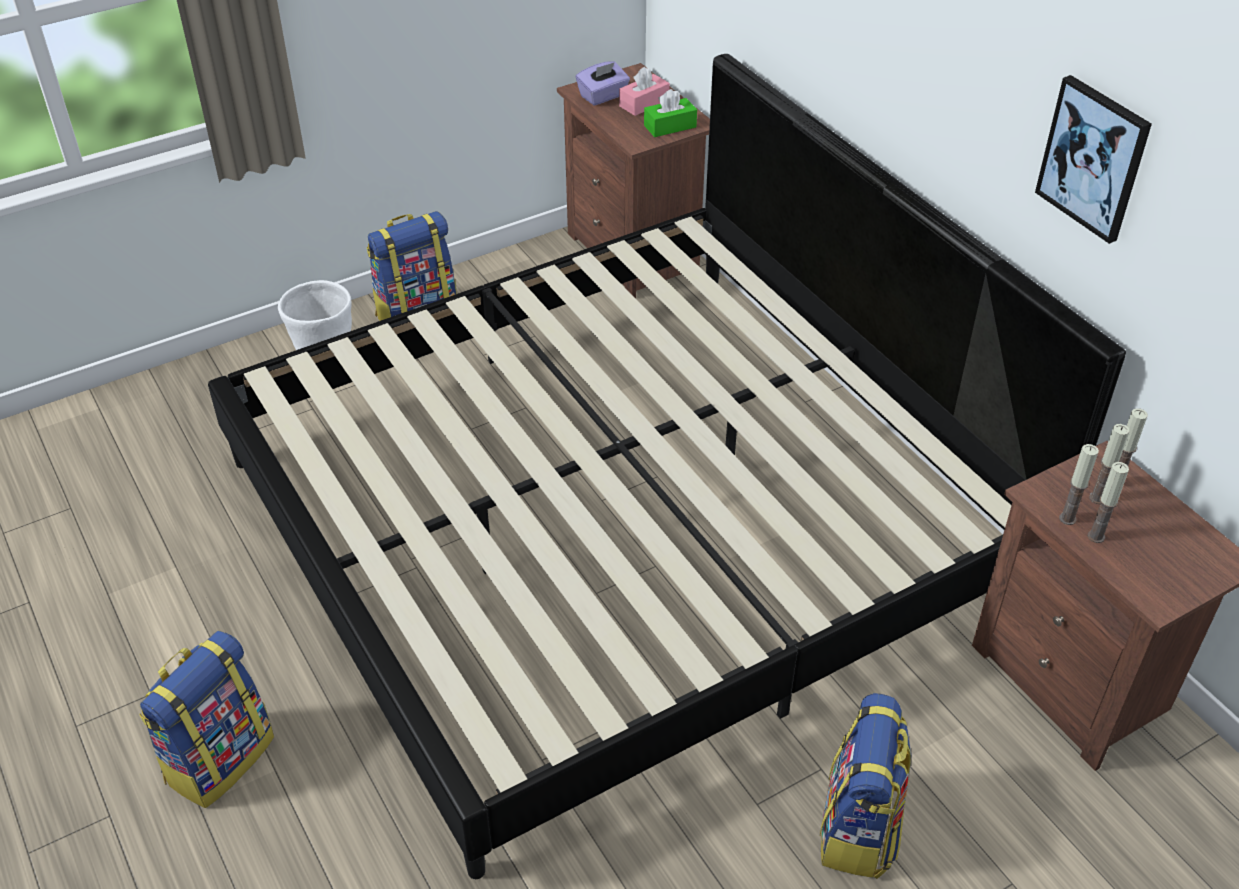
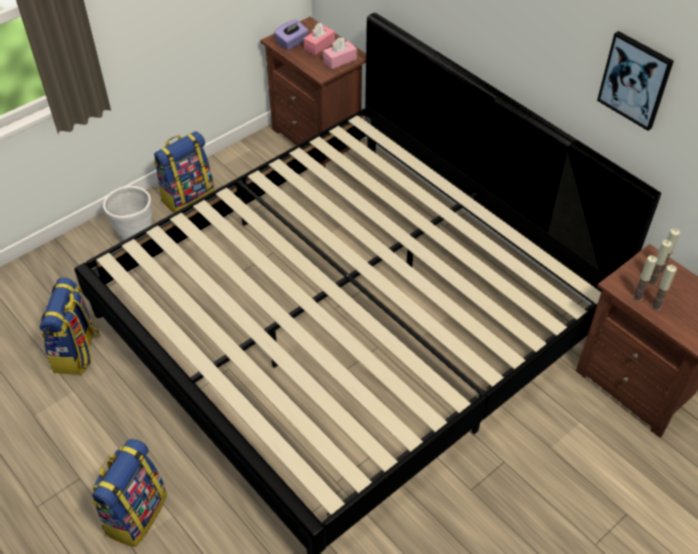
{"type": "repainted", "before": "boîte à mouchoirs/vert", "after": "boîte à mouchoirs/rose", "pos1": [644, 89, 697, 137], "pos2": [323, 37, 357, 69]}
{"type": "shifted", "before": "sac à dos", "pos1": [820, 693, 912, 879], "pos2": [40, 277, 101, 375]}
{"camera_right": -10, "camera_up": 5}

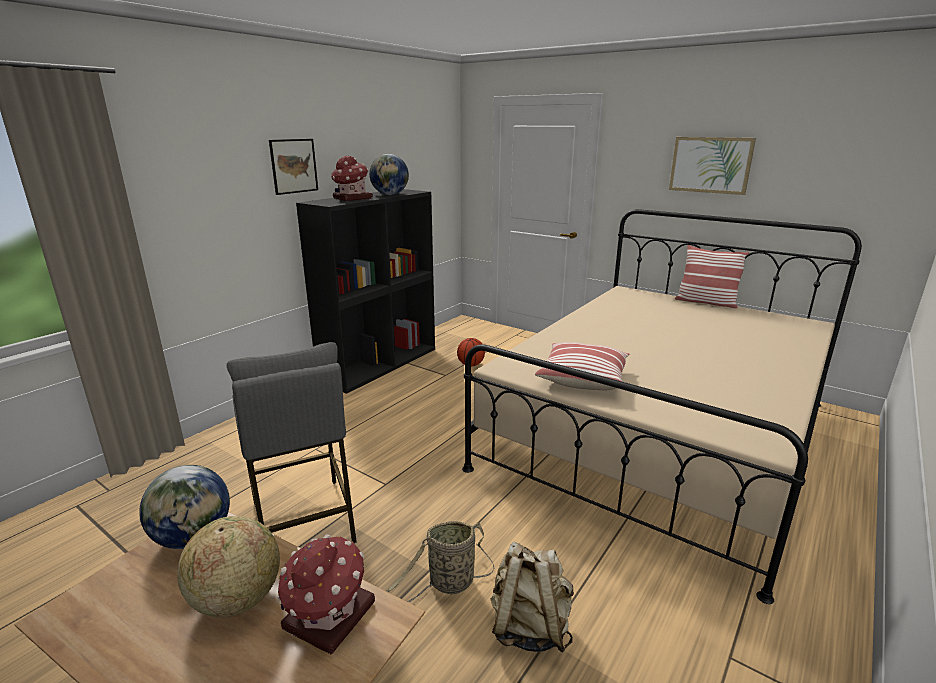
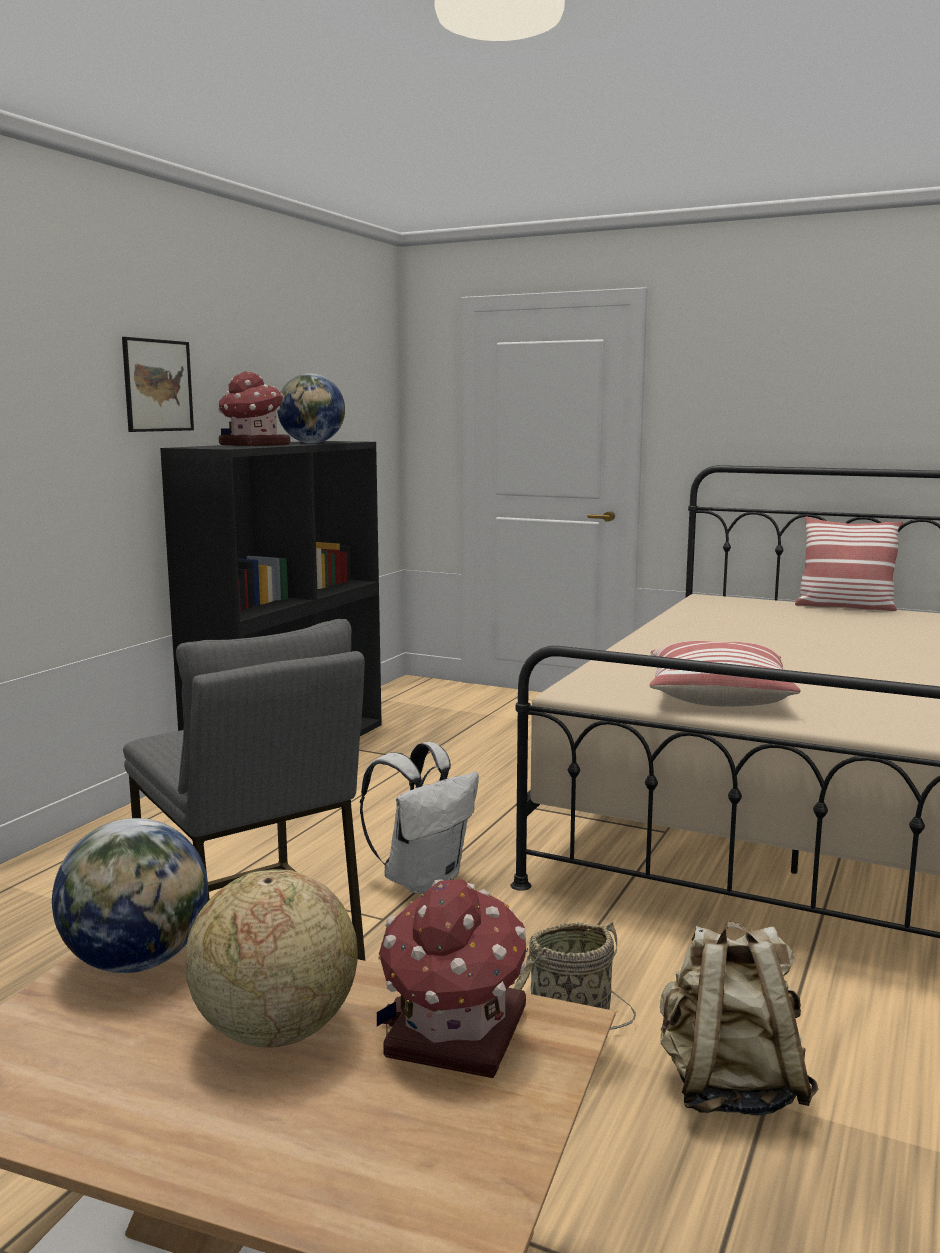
{"type": "gone", "before": "ballon de basket", "pos1": [457, 338, 485, 366]}
{"type": "gone", "before": "tableau", "pos1": [669, 137, 756, 195]}
{"type": "new", "after": "sac à dos/blanc", "pos2": [360, 742, 479, 894]}
{"camera_right": -10, "camera_up": -10}

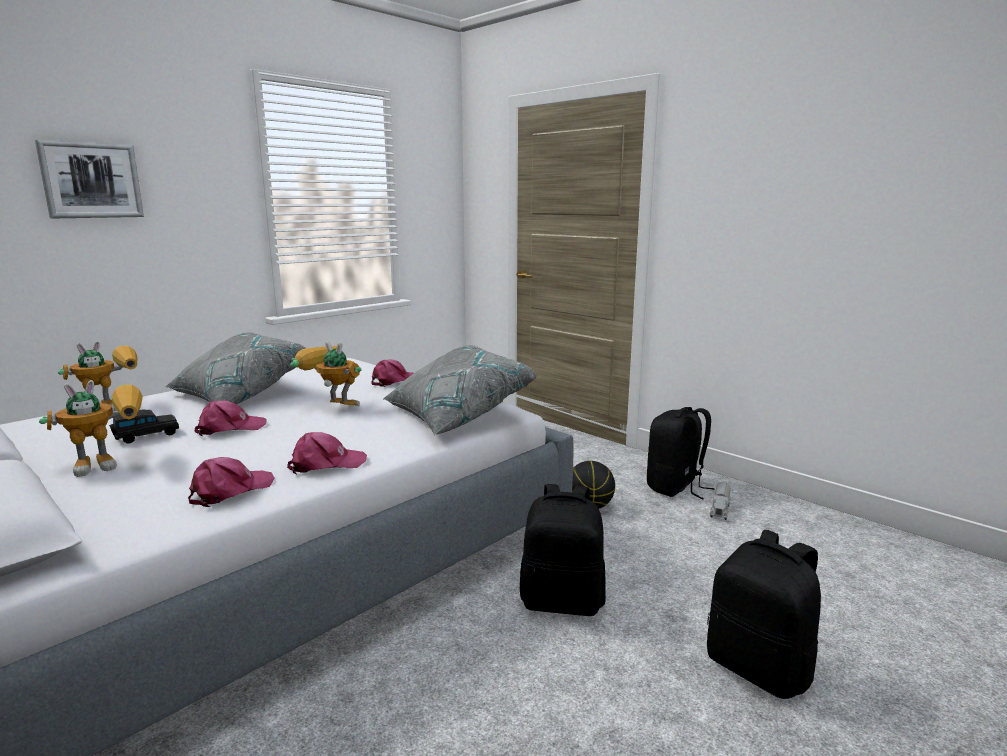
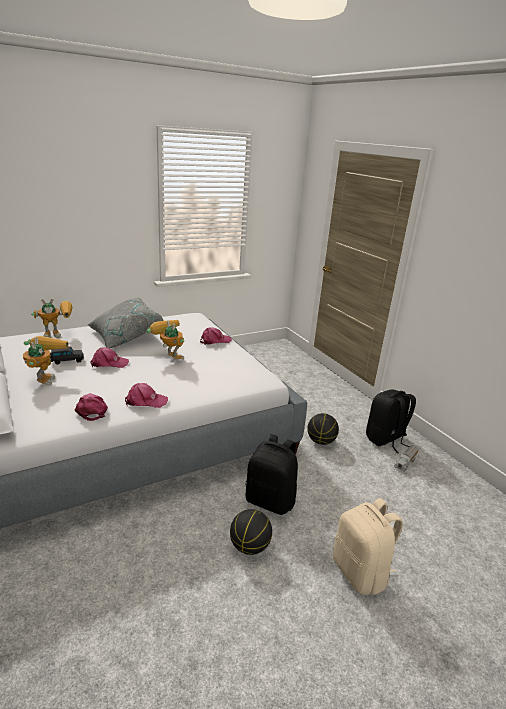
{"type": "gone", "before": "tableau", "pos1": [35, 140, 144, 218]}
{"type": "rotated", "before": "robot jouet", "pos1": [39, 380, 143, 477], "pos2": [23, 336, 69, 386], "turn": -75}
{"type": "rotated", "before": "casquette/rose", "pos1": [188, 457, 275, 507], "pos2": [74, 393, 108, 421], "turn": -75}
{"type": "gone", "before": "coussin/gris", "pos1": [383, 345, 537, 435]}
{"type": "repainted", "before": "sac à dos/noir", "after": "sac à dos/beige", "pos1": [707, 530, 821, 699], "pos2": [333, 498, 403, 595]}
{"type": "new", "after": "ballon de basket", "pos2": [230, 509, 272, 555]}
{"camera_right": 15, "camera_up": 10}

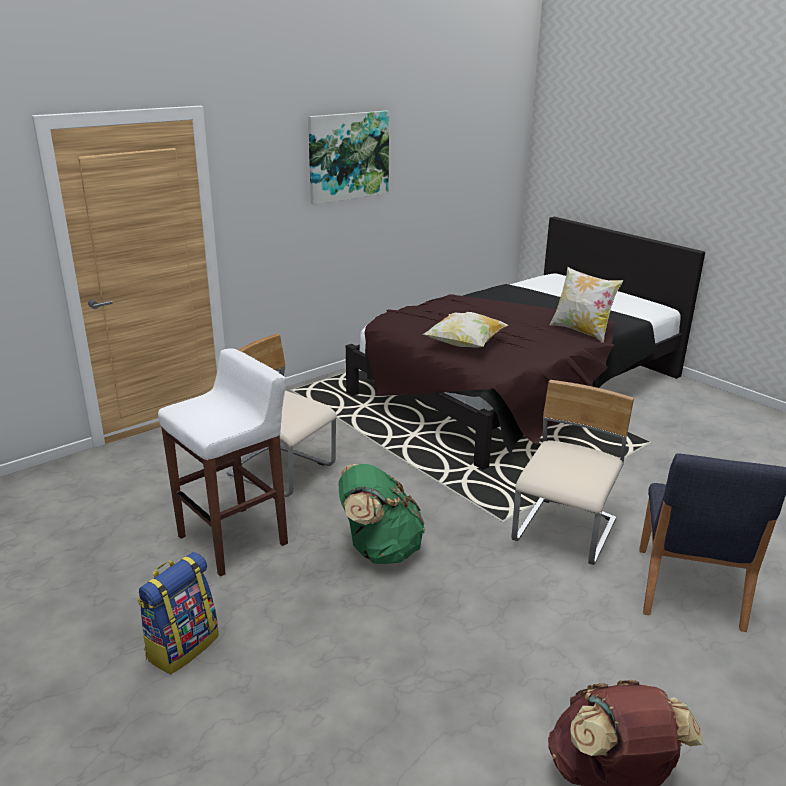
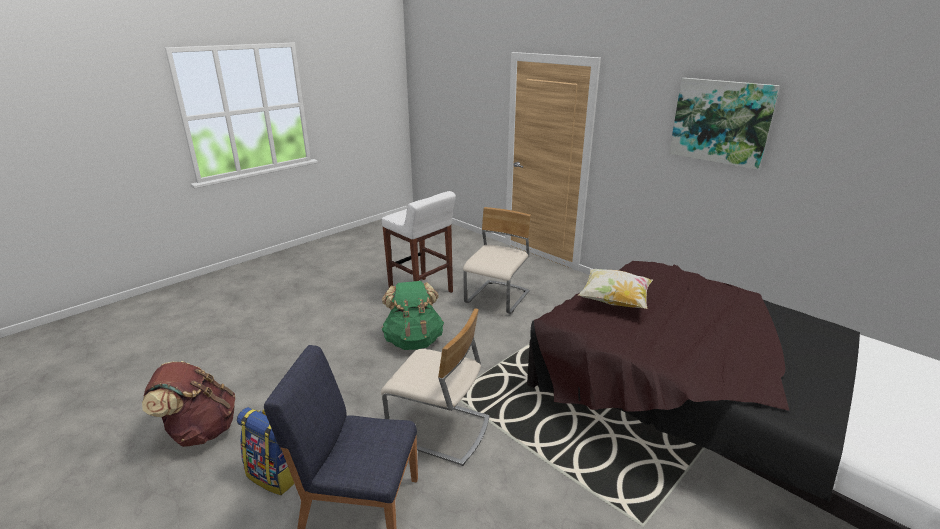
{"type": "shifted", "before": "sac à dos", "pos1": [137, 552, 219, 675], "pos2": [237, 407, 295, 495]}
{"type": "gone", "before": "coussin", "pos1": [550, 267, 623, 343]}
{"camera_right": 85, "camera_up": 0}

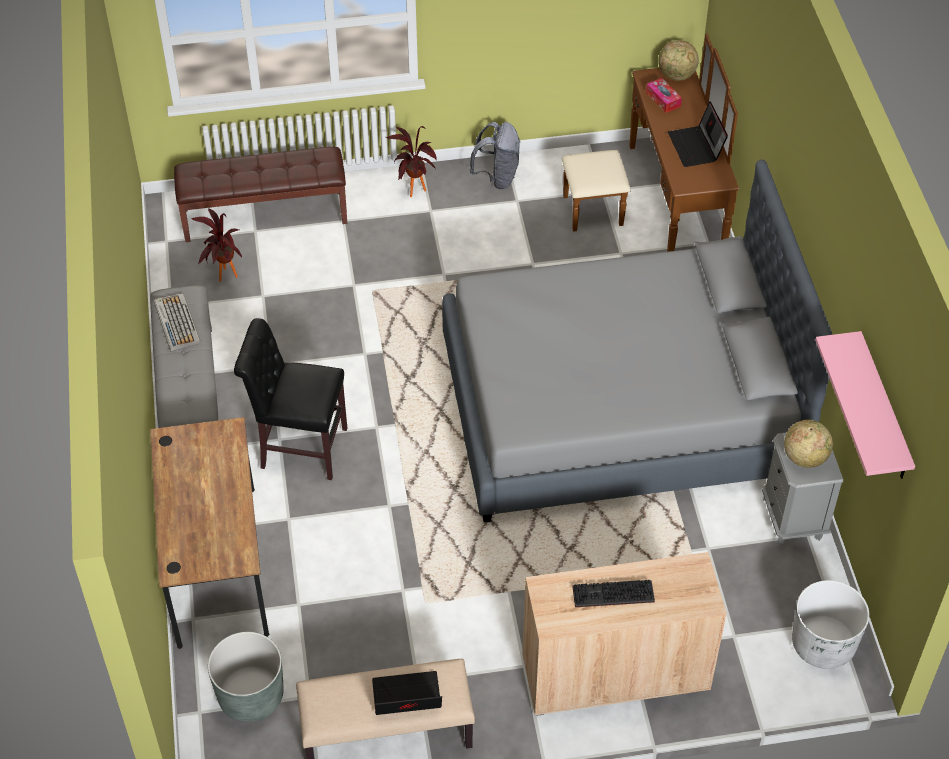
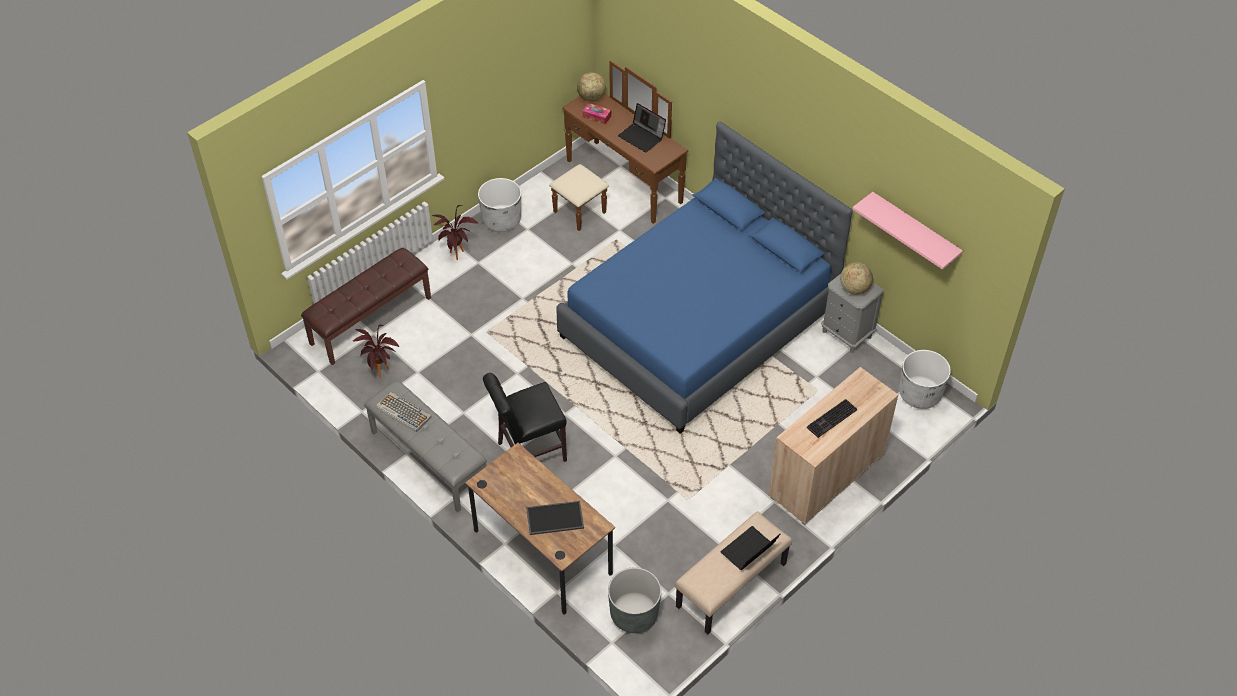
{"type": "repainted", "before": "lit/gris", "after": "lit/bleu", "pos1": [442, 160, 833, 522], "pos2": [557, 122, 853, 434]}
{"type": "swapped", "before": "sac à dos/gris", "after": "cache-pot/blanc", "pos1": [470, 122, 520, 189], "pos2": [478, 178, 521, 232]}
{"type": "new", "after": "plateau", "pos2": [526, 501, 584, 535]}
{"camera_right": -35, "camera_up": 0}

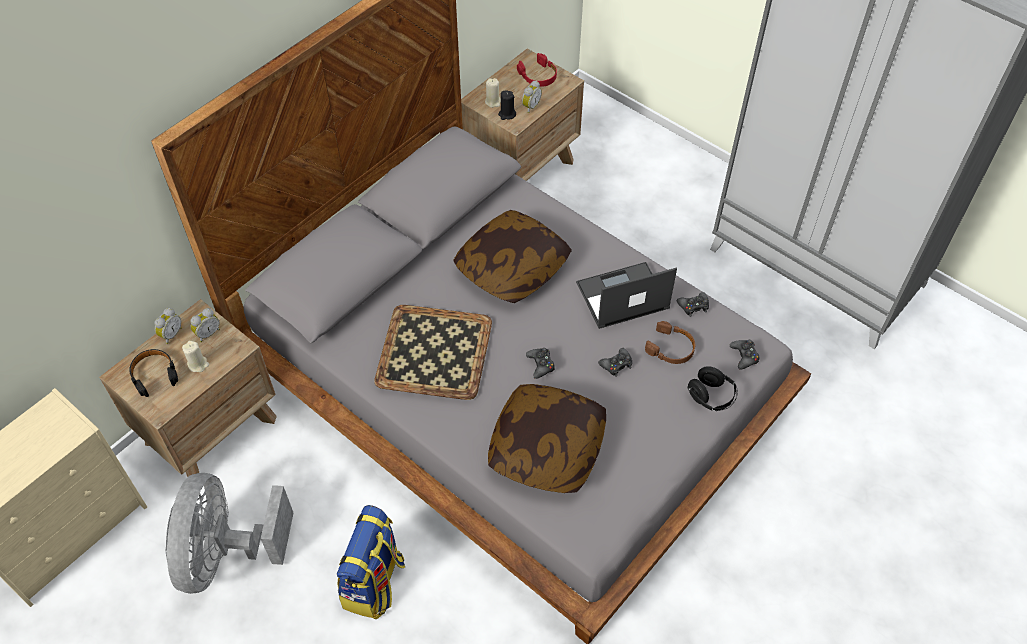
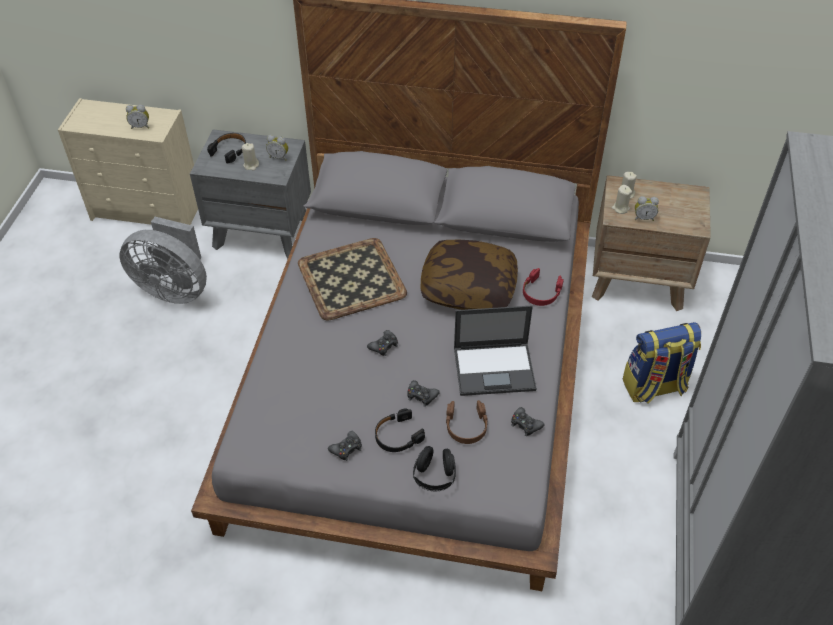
{"type": "repainted", "before": "table de chevet/marron", "after": "table de chevet/gris", "pos1": [99, 299, 277, 477], "pos2": [190, 129, 311, 259]}
{"type": "shifted", "before": "réveil", "pos1": [154, 308, 182, 344], "pos2": [126, 105, 149, 129]}
{"type": "rotated", "before": "ventilateur/gris", "pos1": [165, 473, 294, 594], "pos2": [120, 217, 207, 304], "turn": -135}
{"type": "shifted", "before": "sac à dos", "pos1": [337, 505, 405, 619], "pos2": [623, 322, 701, 404]}
{"type": "gone", "before": "coussin", "pos1": [488, 384, 606, 493]}
{"type": "repainted", "before": "bougie/noir", "after": "bougie/beige", "pos1": [498, 90, 516, 120], "pos2": [612, 185, 632, 214]}
{"type": "shifted", "before": "casque audio/rouge", "pos1": [517, 53, 557, 87], "pos2": [523, 268, 564, 306]}
{"type": "rotated", "before": "ordinateur portable", "pos1": [576, 262, 677, 329], "pos2": [454, 306, 537, 396], "turn": 135}
{"type": "shifted", "before": "manette/noir", "pos1": [730, 340, 759, 369], "pos2": [328, 431, 362, 461]}
{"type": "new", "after": "casque audio/noir", "pos2": [375, 408, 425, 452]}
{"camera_right": 60, "camera_up": -5}

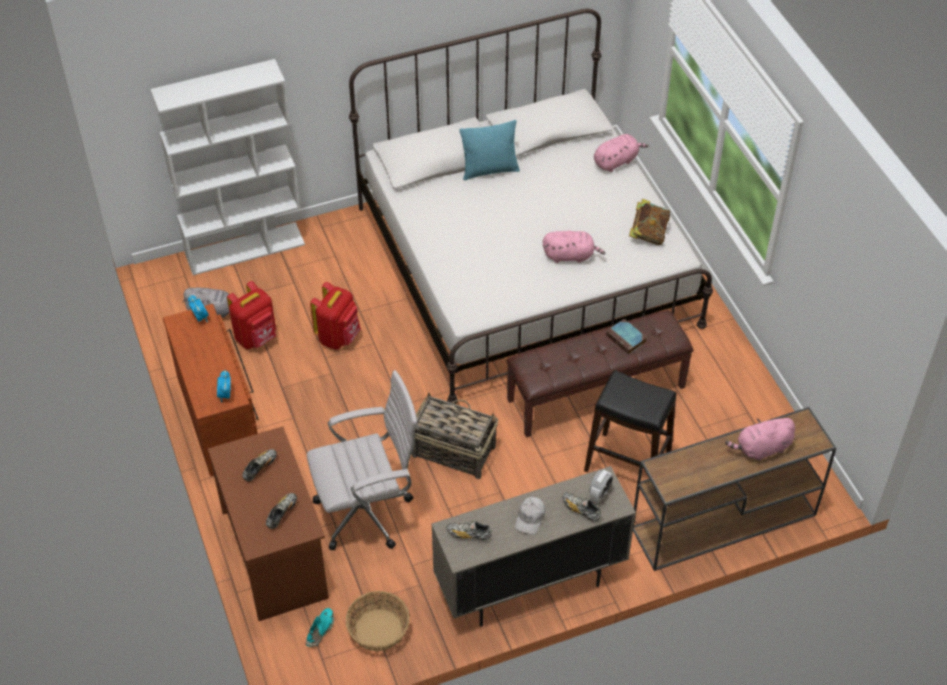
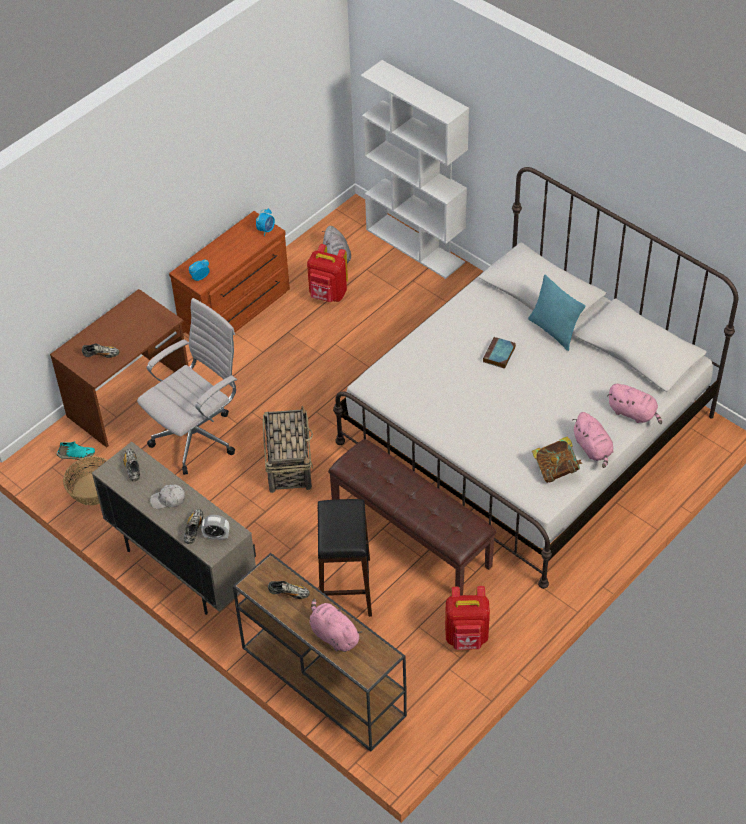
{"type": "shifted", "before": "chaussure", "pos1": [242, 449, 277, 481], "pos2": [268, 581, 310, 599]}
{"type": "rotated", "before": "chaise de bureau/blanc", "pos1": [307, 370, 419, 550], "pos2": [137, 298, 237, 475], "turn": -90}
{"type": "shifted", "before": "sac à dos/rouge", "pos1": [310, 282, 361, 349], "pos2": [445, 586, 490, 650]}
{"type": "shifted", "before": "peluche/rose", "pos1": [543, 231, 605, 263], "pos2": [572, 412, 614, 468]}
{"type": "shifted", "before": "livre", "pos1": [606, 319, 647, 354], "pos2": [483, 337, 516, 369]}
{"camera_right": 65, "camera_up": 0}

